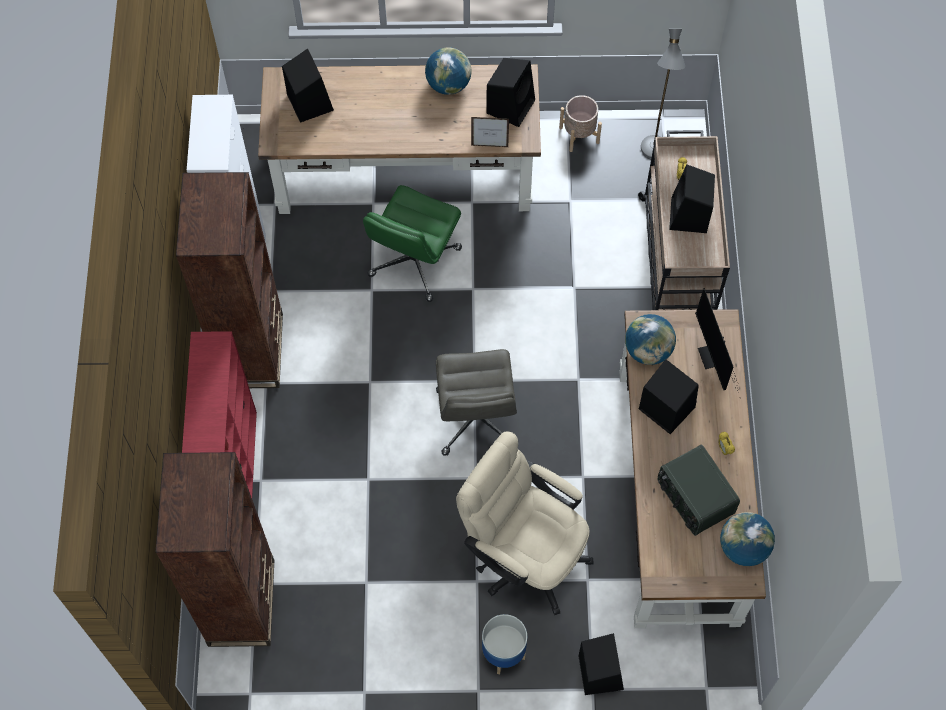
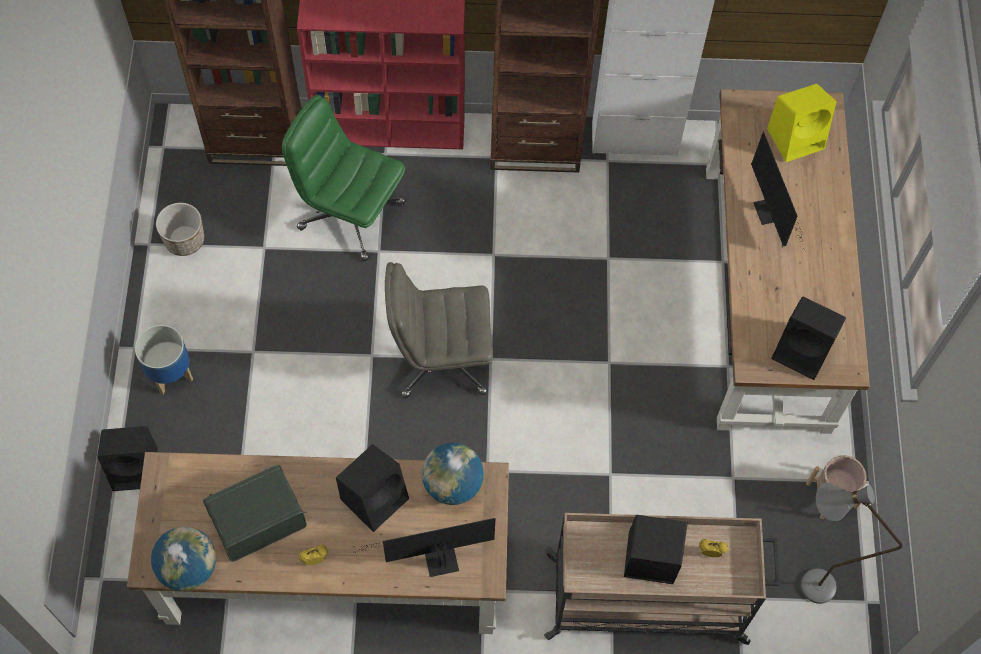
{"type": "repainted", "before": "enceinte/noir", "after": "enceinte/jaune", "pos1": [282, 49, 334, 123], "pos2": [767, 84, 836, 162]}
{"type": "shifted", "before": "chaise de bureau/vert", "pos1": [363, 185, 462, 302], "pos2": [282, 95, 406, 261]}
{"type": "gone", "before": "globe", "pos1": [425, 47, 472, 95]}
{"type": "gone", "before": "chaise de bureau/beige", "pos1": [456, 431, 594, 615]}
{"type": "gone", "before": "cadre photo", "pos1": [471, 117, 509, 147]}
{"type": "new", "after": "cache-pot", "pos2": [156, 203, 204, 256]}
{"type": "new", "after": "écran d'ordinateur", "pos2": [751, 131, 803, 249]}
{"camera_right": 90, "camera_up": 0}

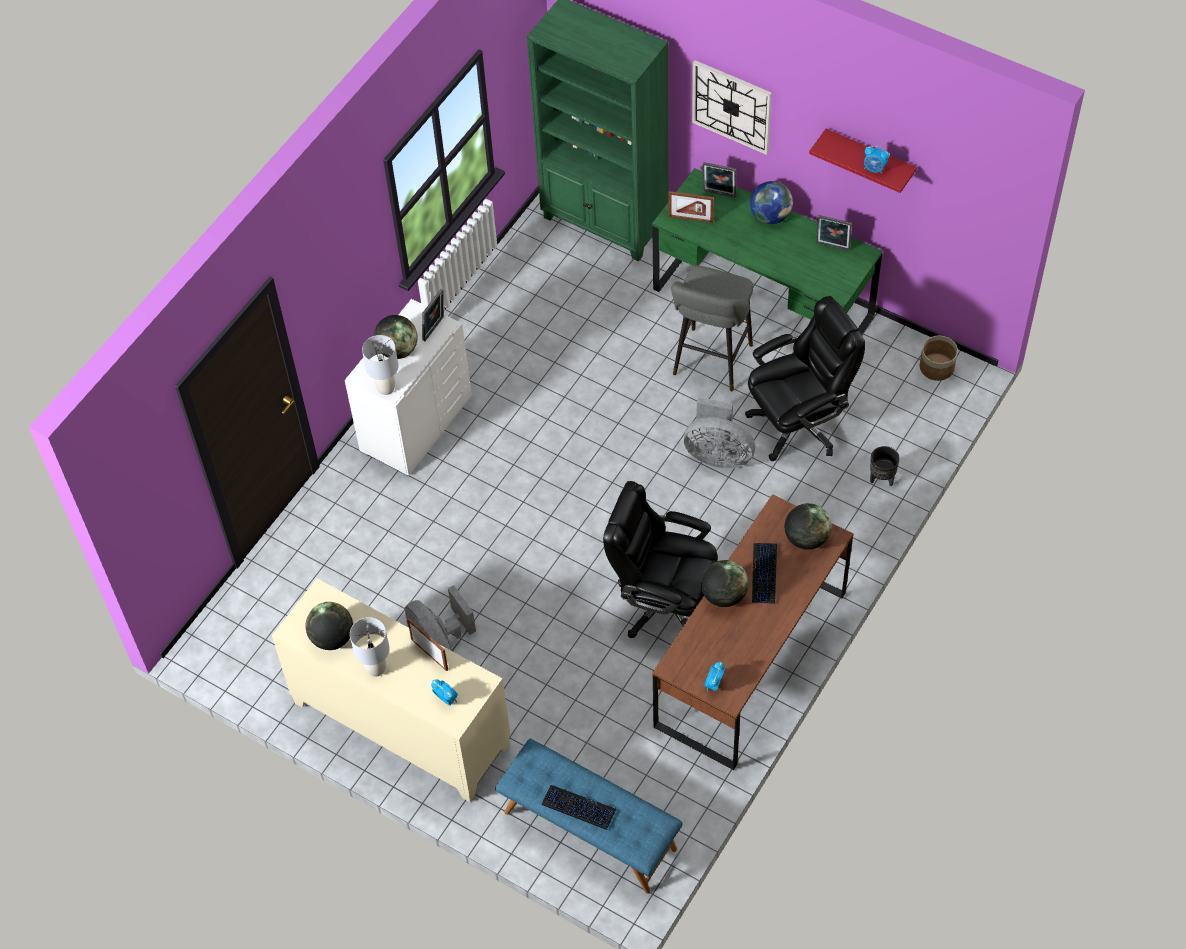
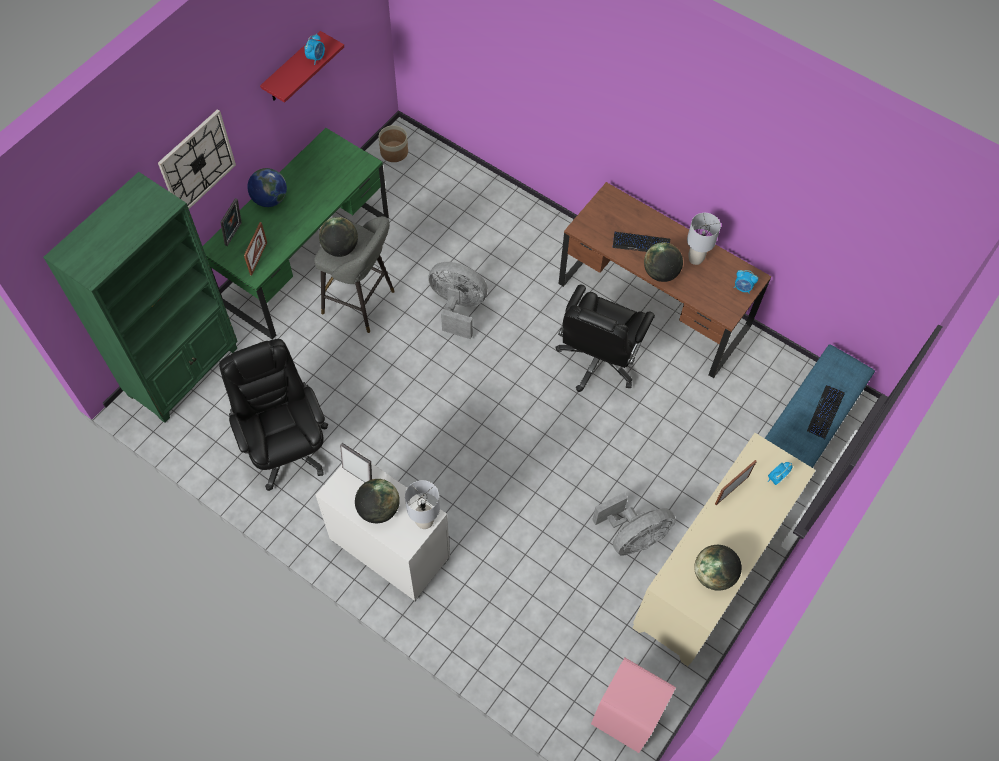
{"type": "shifted", "before": "lampe de table/gris", "pos1": [350, 617, 390, 677], "pos2": [687, 213, 721, 265]}
{"type": "rotated", "before": "ventilateur/gris", "pos1": [684, 397, 755, 469], "pos2": [428, 262, 488, 339], "turn": -90}
{"type": "shifted", "before": "chaise de bureau/noir", "pos1": [745, 296, 865, 461], "pos2": [219, 339, 328, 491]}
{"type": "shifted", "before": "globe", "pos1": [785, 503, 832, 550], "pos2": [319, 217, 358, 257]}
{"type": "gone", "before": "cadre photo", "pos1": [816, 215, 852, 251]}
{"type": "gone", "before": "cache-pot/noir", "pos1": [870, 446, 900, 486]}
{"type": "new", "after": "poubelle/rose", "pos2": [591, 658, 676, 753]}
{"camera_right": -90, "camera_up": 5}

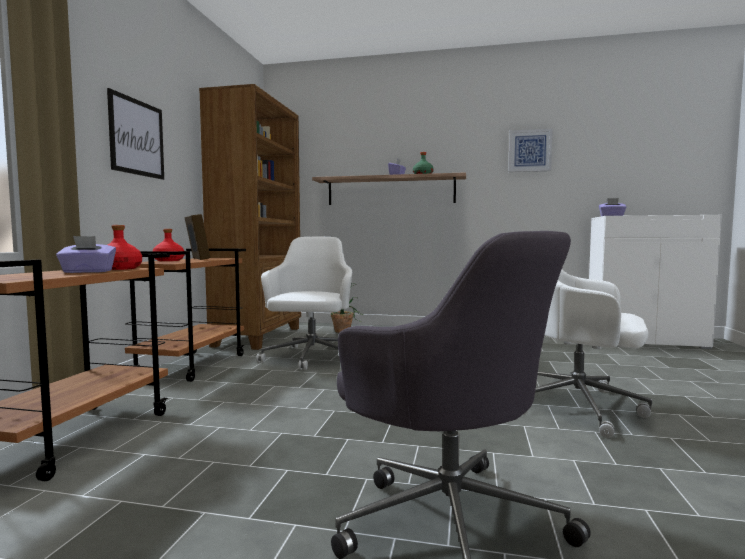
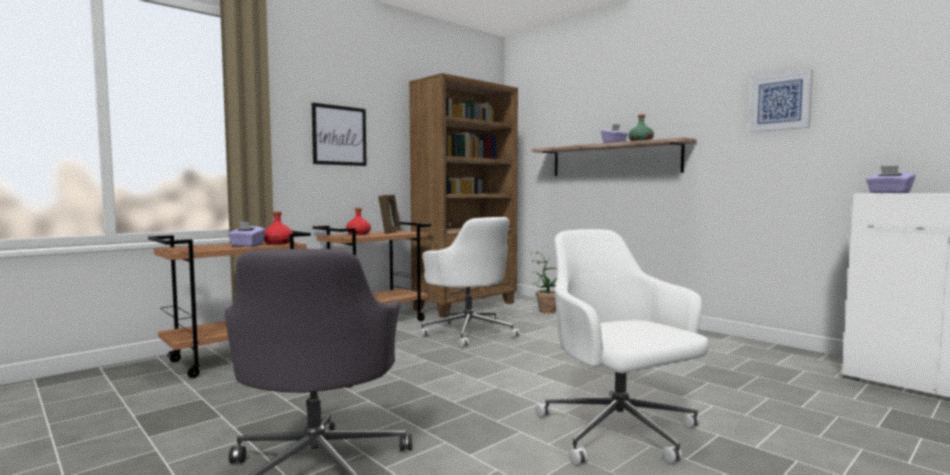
{"type": "rotated", "before": "chaise de bureau/blanc", "pos1": [256, 236, 352, 370], "pos2": [420, 217, 520, 348], "turn": 105}
{"camera_right": 35, "camera_up": 0}

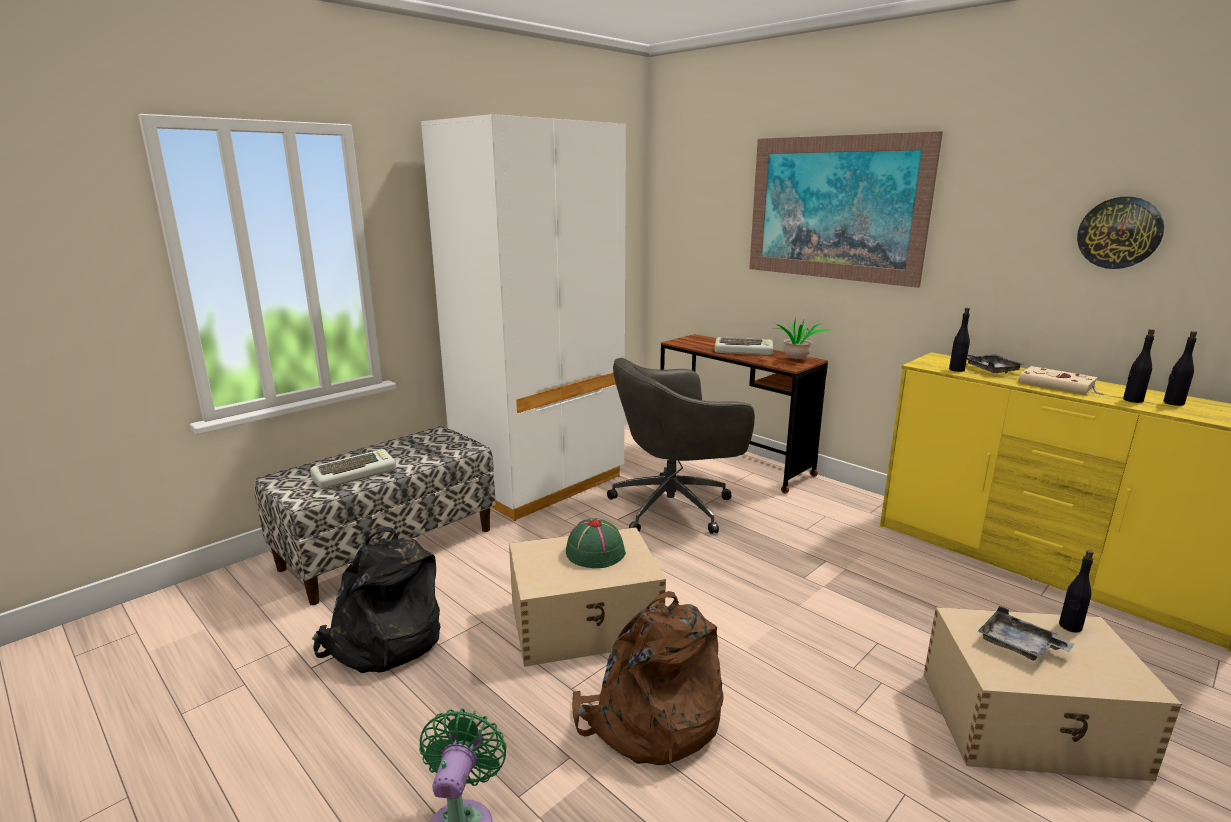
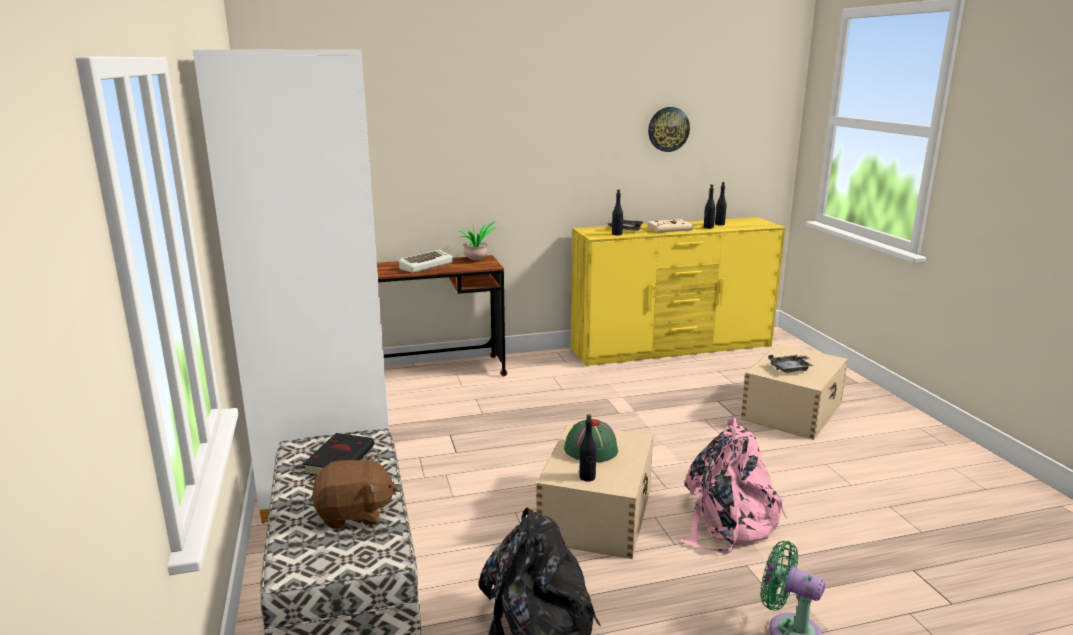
{"type": "swapped", "before": "clavier", "after": "peluche/marron", "pos1": [310, 449, 396, 489], "pos2": [311, 455, 398, 529]}
{"type": "repainted", "before": "sac à dos/marron", "after": "sac à dos/rose", "pos1": [572, 591, 724, 765], "pos2": [682, 417, 787, 554]}
{"type": "gone", "before": "chaise de bureau/gris", "pos1": [607, 358, 755, 534]}
{"type": "gone", "before": "tableau", "pos1": [749, 131, 943, 288]}
{"type": "shifted", "before": "bouteille/noir", "pos1": [1059, 550, 1094, 633], "pos2": [579, 414, 596, 481]}
{"type": "new", "after": "livre/noir", "pos2": [303, 433, 374, 476]}
{"camera_right": -60, "camera_up": 0}

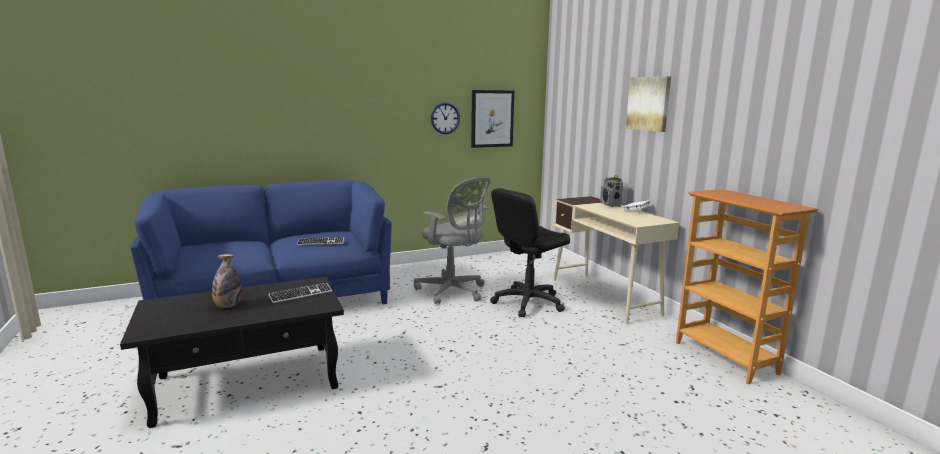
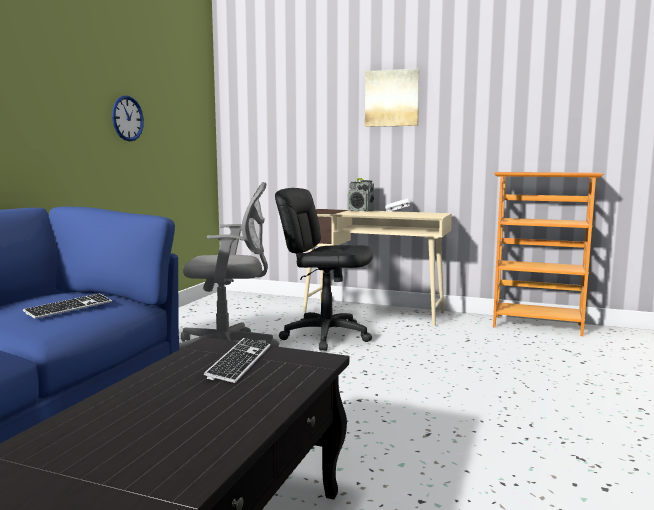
{"type": "gone", "before": "bouteille", "pos1": [212, 254, 242, 308]}
{"type": "gone", "before": "tableau", "pos1": [471, 90, 514, 148]}
{"type": "rotated", "before": "chaise de bureau/noir", "pos1": [490, 188, 570, 317], "pos2": [275, 188, 373, 351], "turn": 105}
{"camera_right": -45, "camera_up": -5}

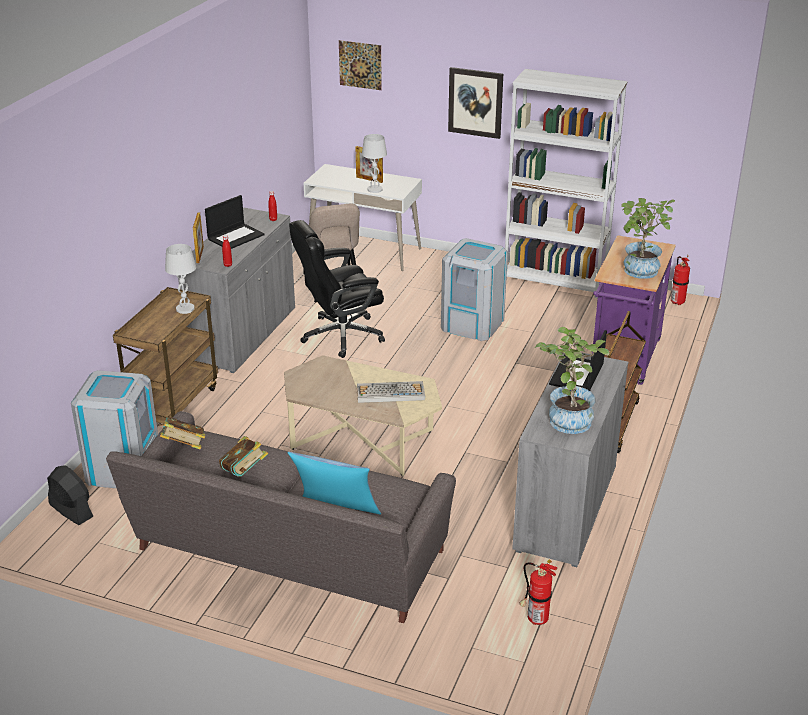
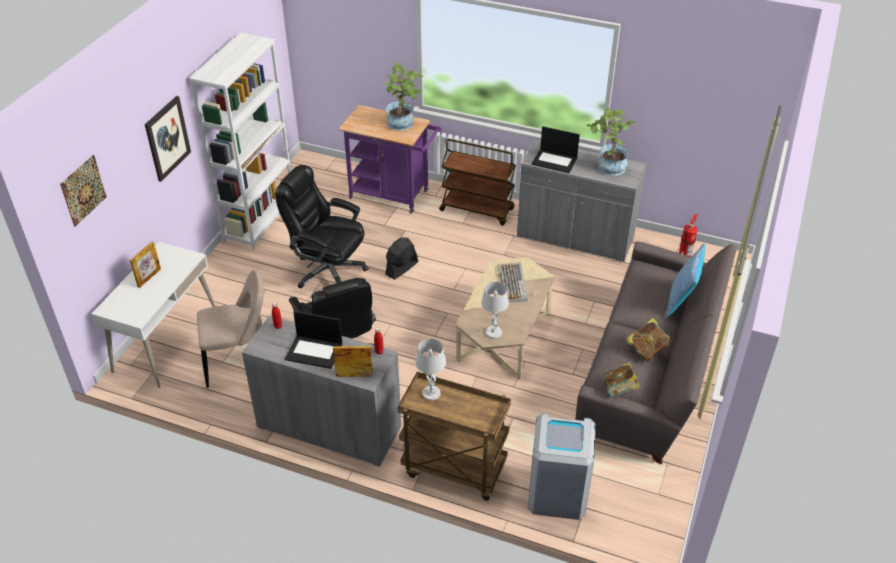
{"type": "shifted", "before": "ventilateur/noir", "pos1": [47, 465, 94, 525], "pos2": [385, 238, 418, 280]}
{"type": "rotated", "before": "ordinateur portable", "pos1": [205, 195, 265, 249], "pos2": [285, 311, 342, 369], "turn": 150}
{"type": "shifted", "before": "lampe de table/blanc", "pos1": [362, 134, 387, 193], "pos2": [481, 282, 509, 339]}
{"type": "swapped", "before": "poubelle/gris", "after": "chaise de bureau/noir", "pos1": [441, 238, 508, 341], "pos2": [275, 165, 369, 288]}
{"type": "gone", "before": "extincteur", "pos1": [671, 254, 690, 305]}
{"camera_right": -90, "camera_up": 10}

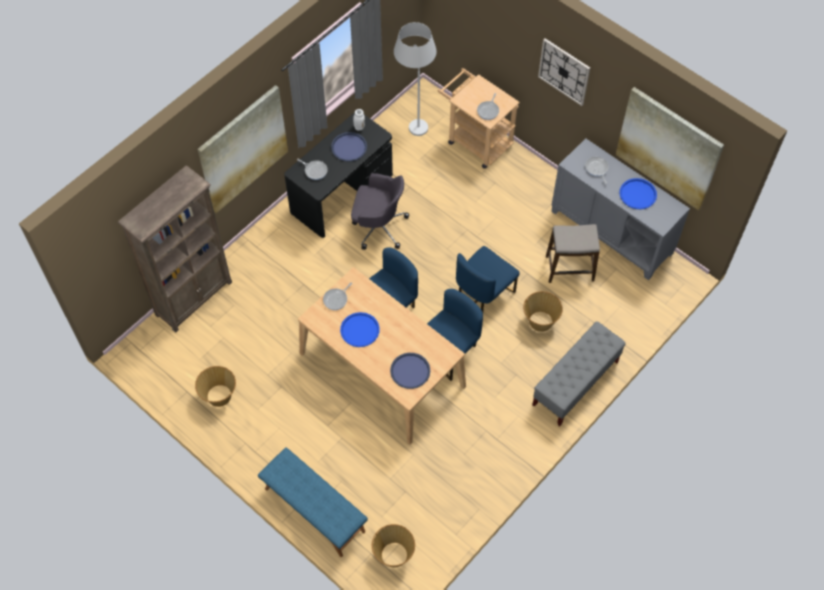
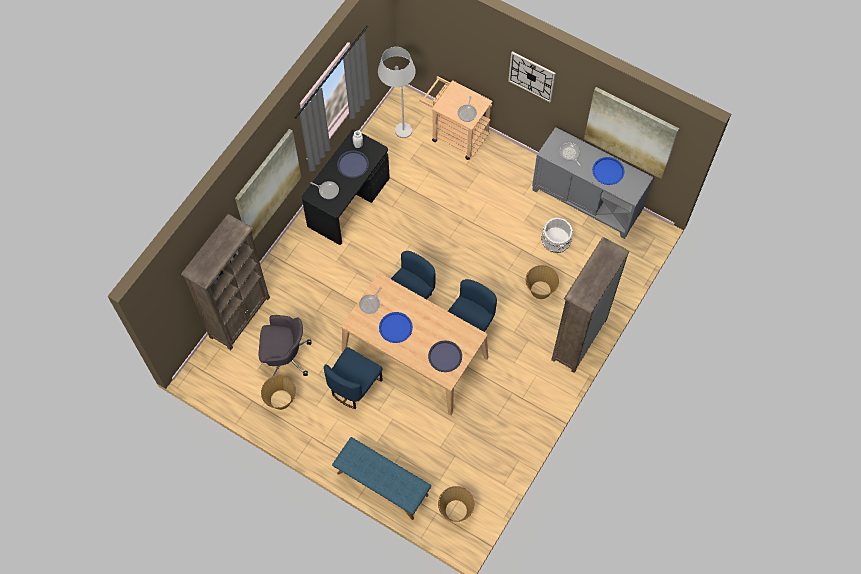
{"type": "shifted", "before": "chaise de bureau/gris", "pos1": [351, 173, 409, 250], "pos2": [259, 315, 312, 376]}
{"type": "shifted", "before": "chaise/bleu", "pos1": [456, 246, 520, 312], "pos2": [324, 347, 383, 409]}
{"type": "swapped", "before": "banc/gris", "after": "bibliothèque/marron", "pos1": [532, 322, 625, 426], "pos2": [551, 237, 630, 373]}
{"type": "swapped", "before": "tabouret", "after": "seau/blanc", "pos1": [546, 224, 600, 283], "pos2": [541, 217, 573, 253]}
{"camera_right": -10, "camera_up": 5}

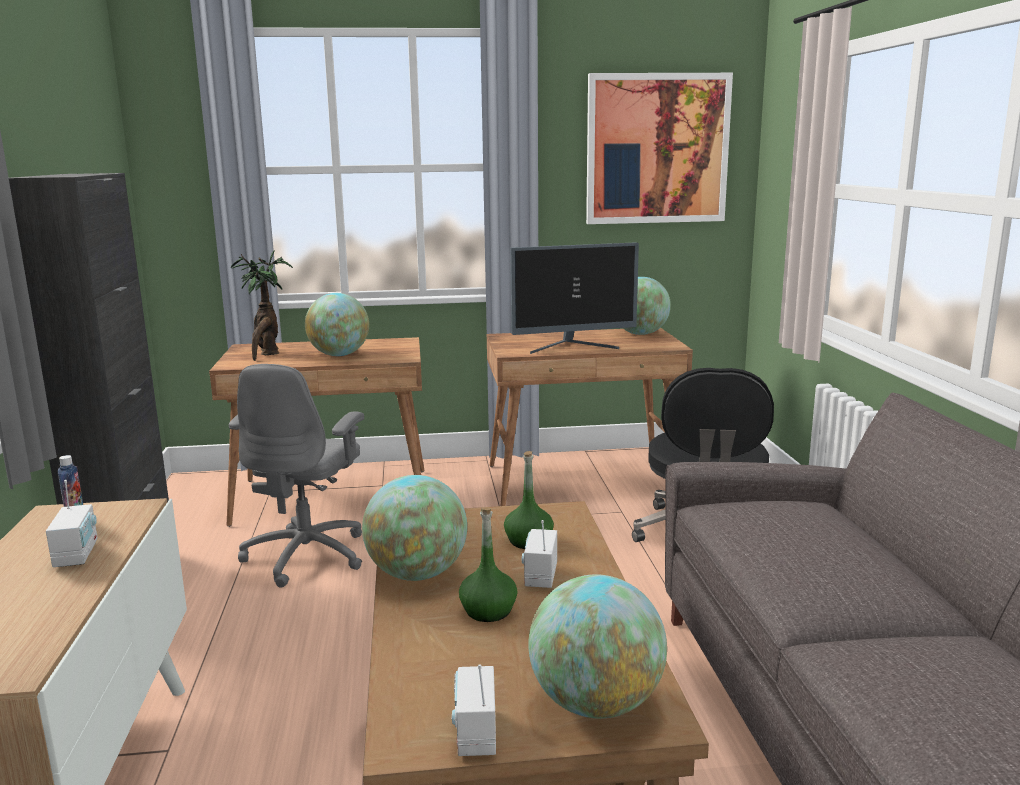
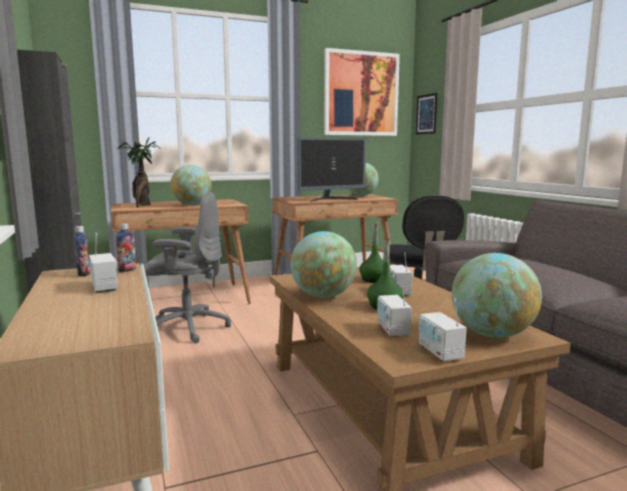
{"type": "rotated", "before": "chaise de bureau/gris", "pos1": [229, 364, 364, 588], "pos2": [144, 191, 231, 343], "turn": -90}
{"type": "new", "after": "bouteille", "pos2": [116, 223, 136, 272]}
{"type": "new", "after": "radio", "pos2": [377, 282, 412, 337]}
{"type": "new", "after": "tableau", "pos2": [416, 93, 437, 134]}
{"camera_right": -15, "camera_up": -5}

